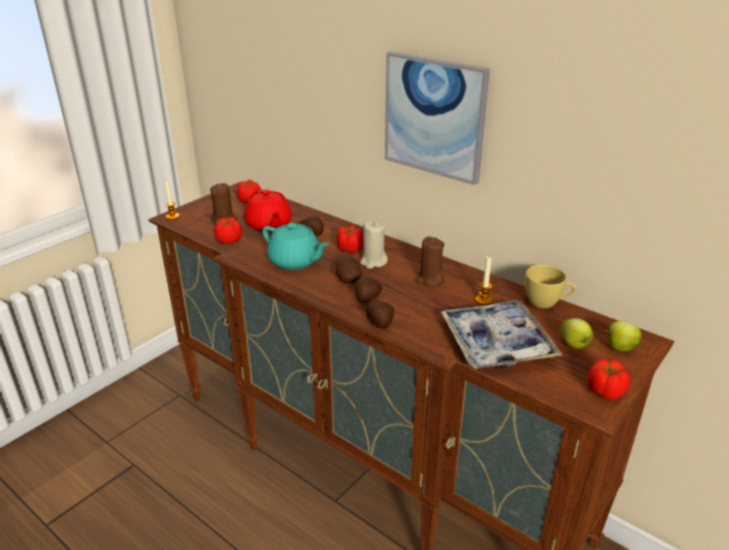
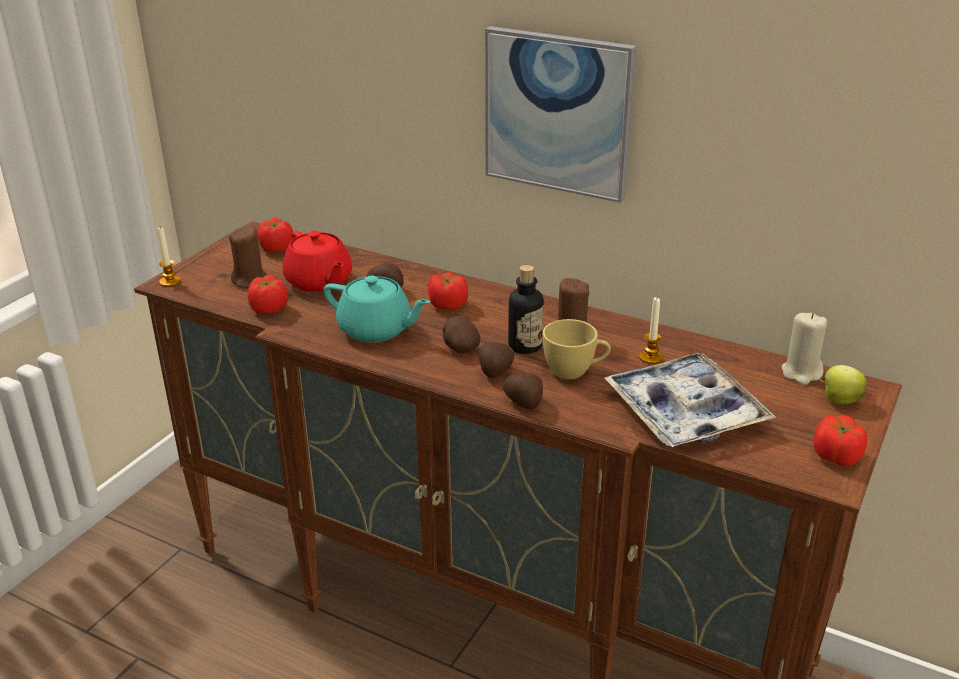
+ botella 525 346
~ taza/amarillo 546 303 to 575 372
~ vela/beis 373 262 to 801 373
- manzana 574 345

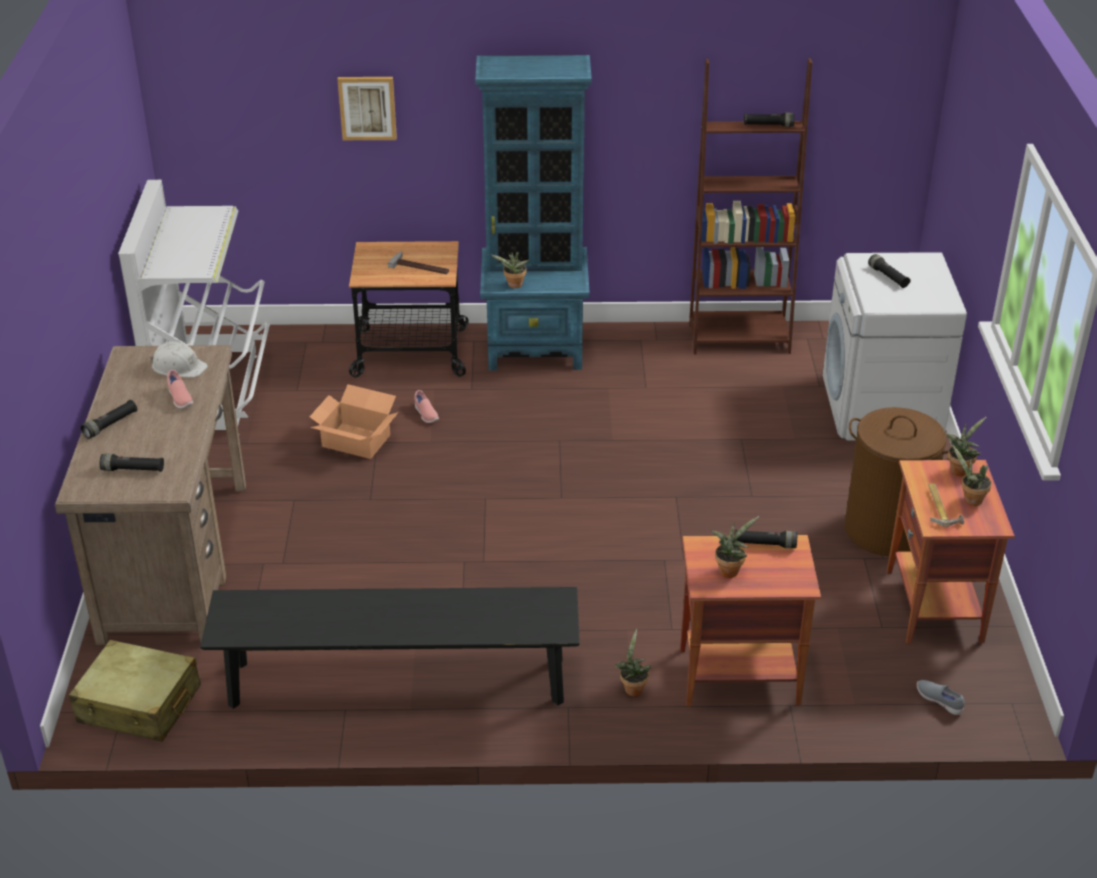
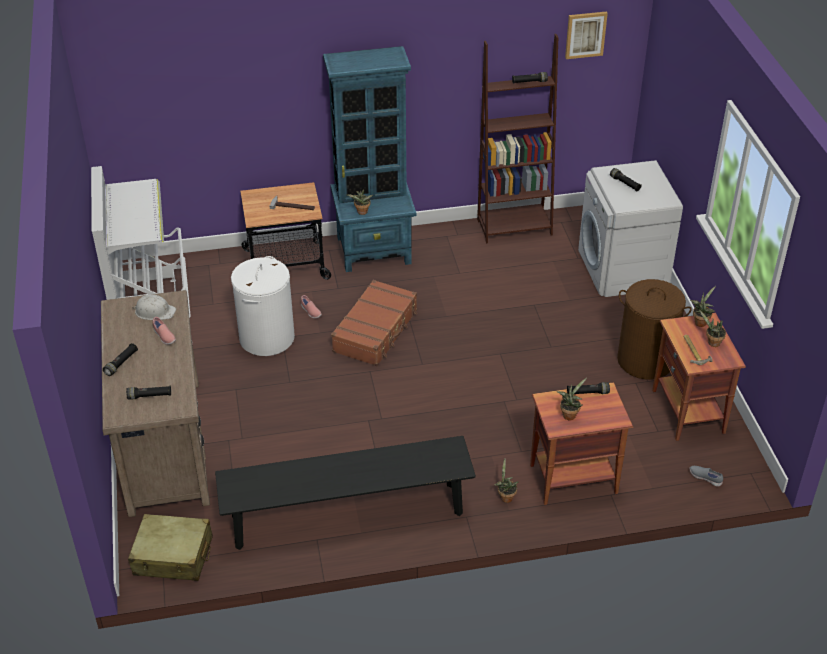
~ caja de cartón 356 440 to cesto de la ropa/blanco 266 338
+ maleta/marrón 376 331
~ cuadro 367 107 to 585 34

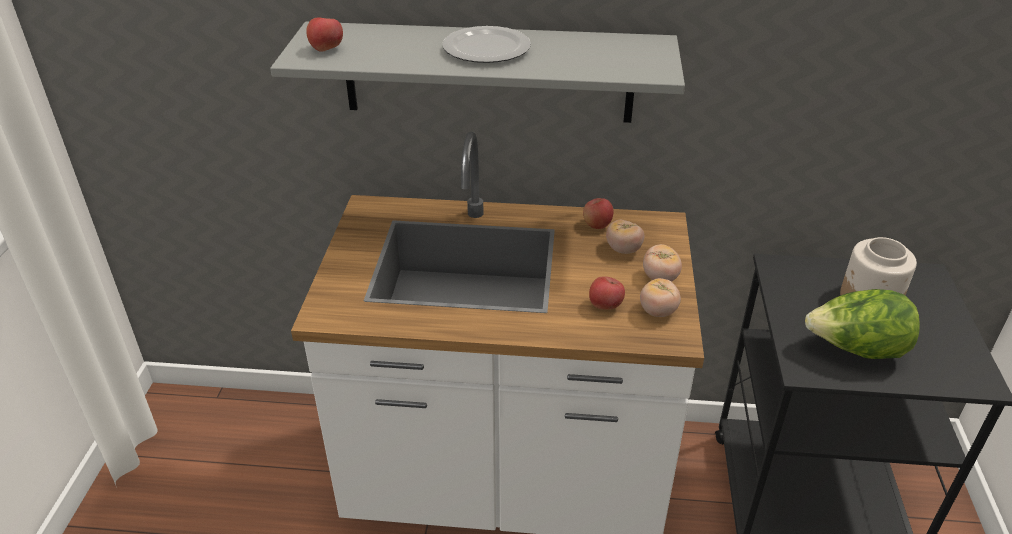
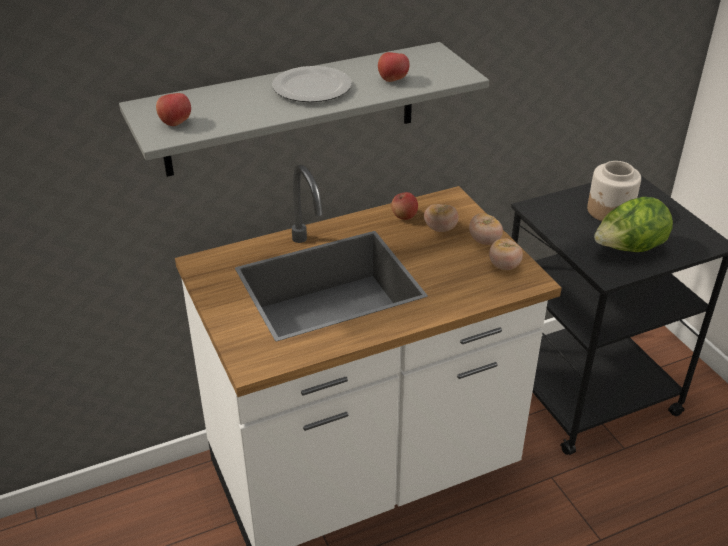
~ manzana 605 305 to 393 80

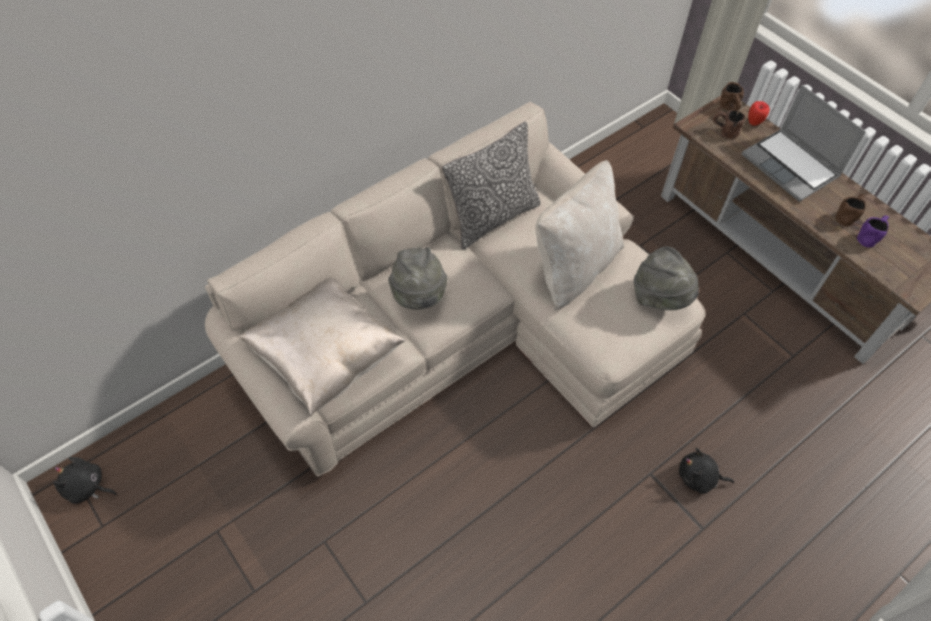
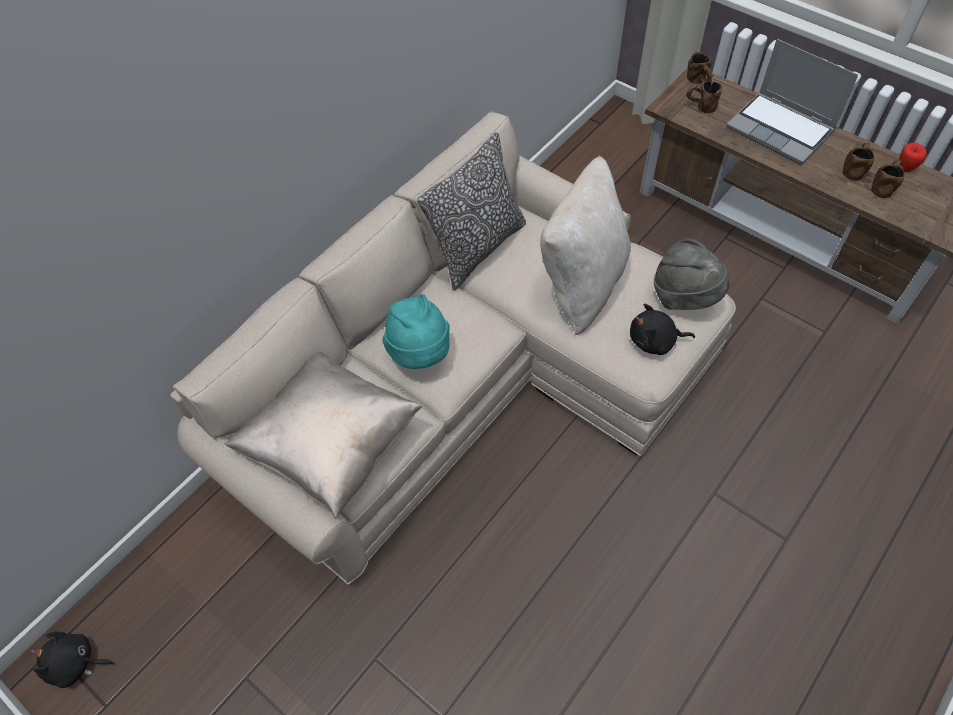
~ sombrero/gris 419 297 to sombrero/turquesa 420 353
~ peluche/negro 699 477 to 655 341
~ taza grande/morado 869 236 to taza grande/marrón 883 186
~ manzana 754 122 to 905 168

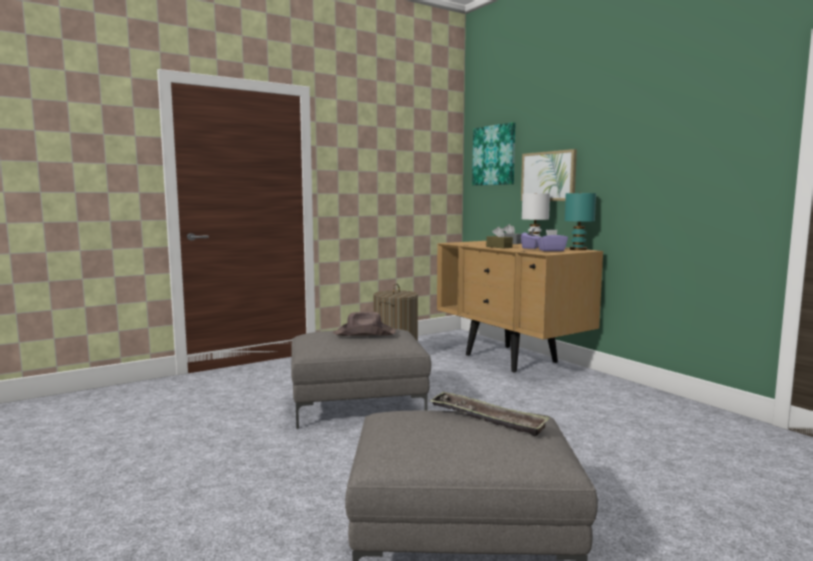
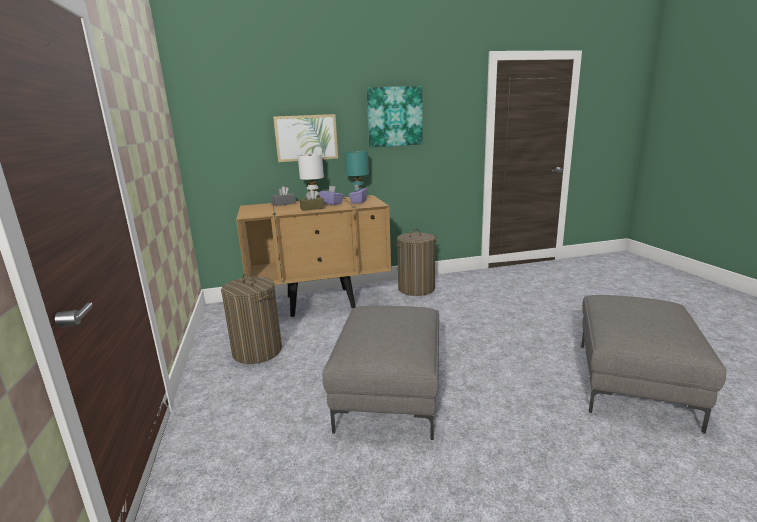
~ cuadro 494 155 to 394 116
+ cesto de la ropa 416 289
- sombrero/marrón 365 334
- bandeja 486 418

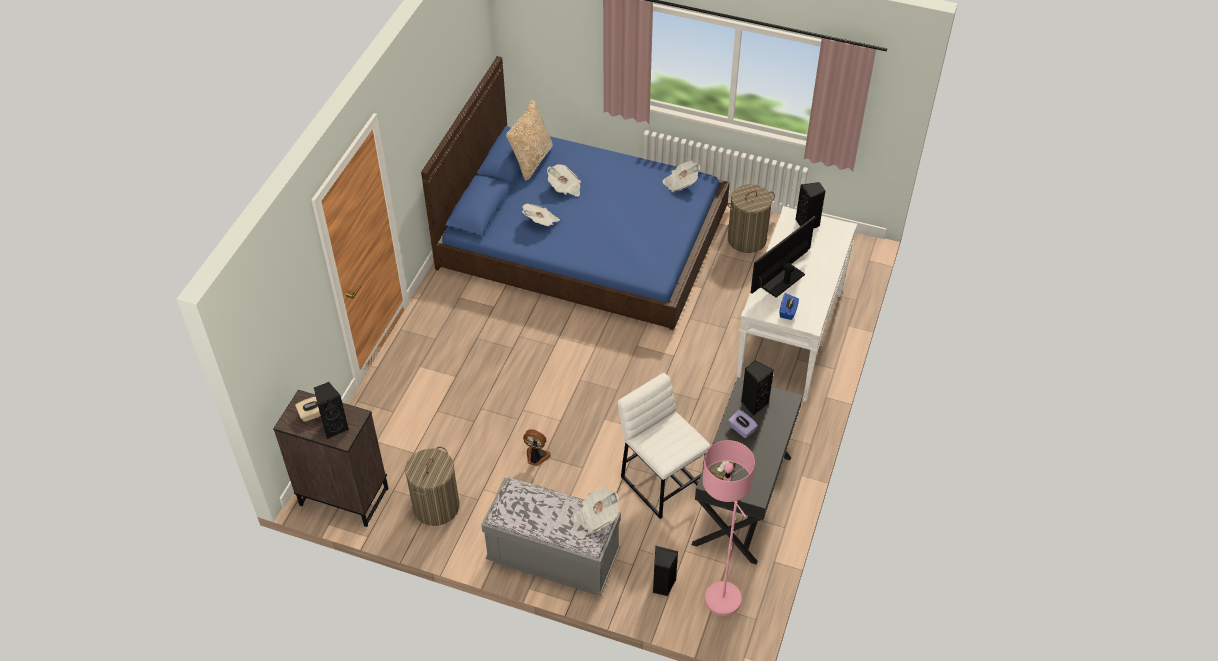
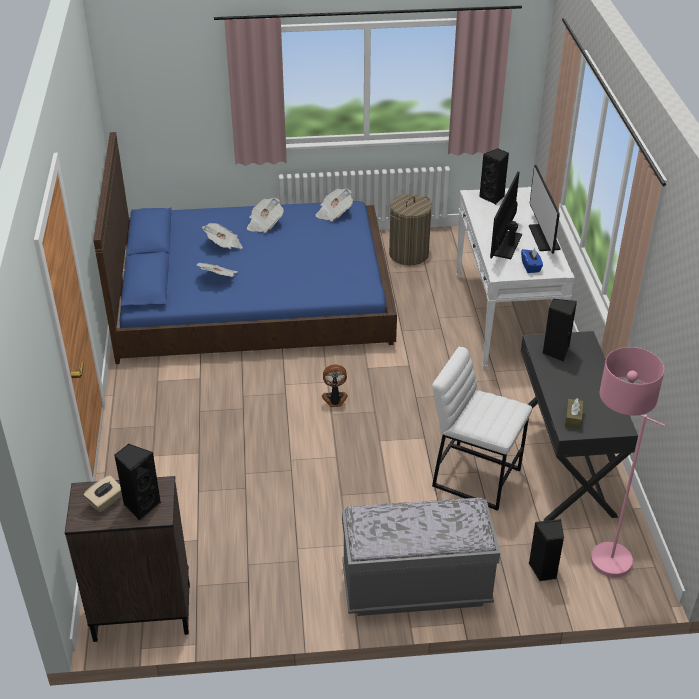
~ periódico 596 516 to 264 224
~ ventilador 536 457 to 335 400
+ monitor 544 237
- cesto de la ropa 436 507
- cojín/beis 532 161
- caja de pañuelos/morado 741 429

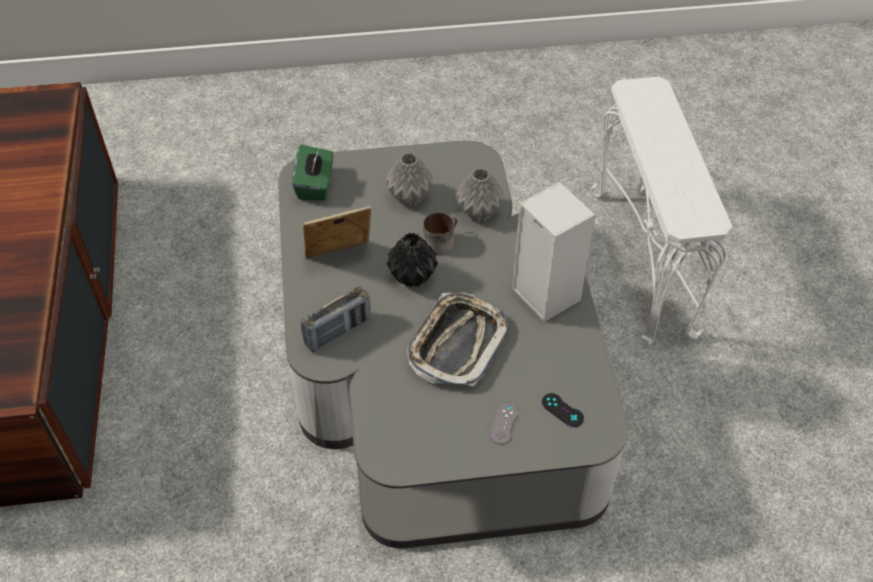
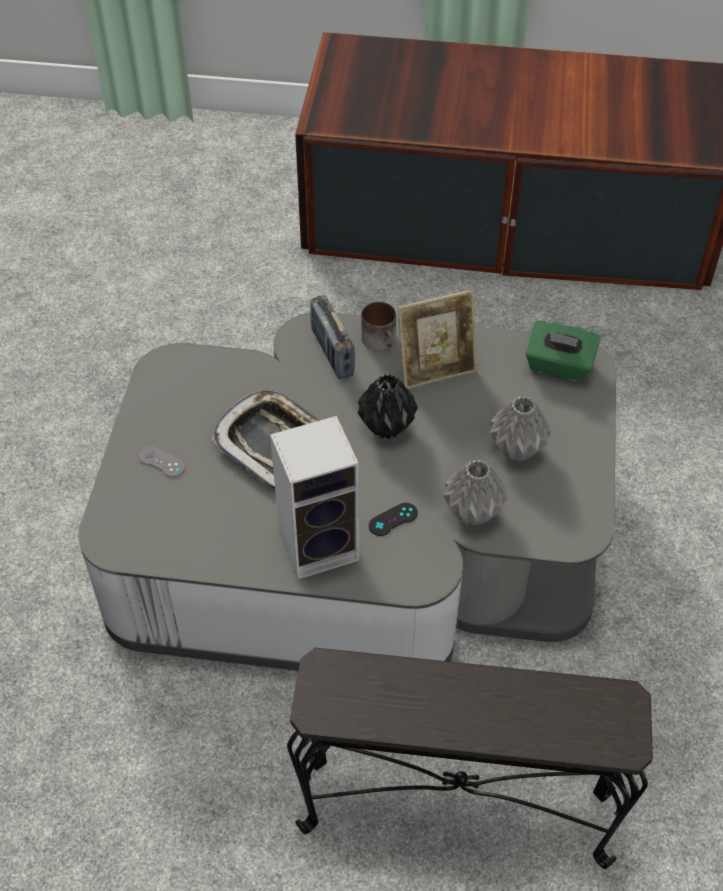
~ mesa auxiliar/blanco 642 263 to mesa auxiliar/negro 455 813
~ taza grande 440 240 to 382 340
~ mando de consola/negro 562 410 to 393 519
~ portarretratos 339 258 = 436 370 75 degrees clockwise

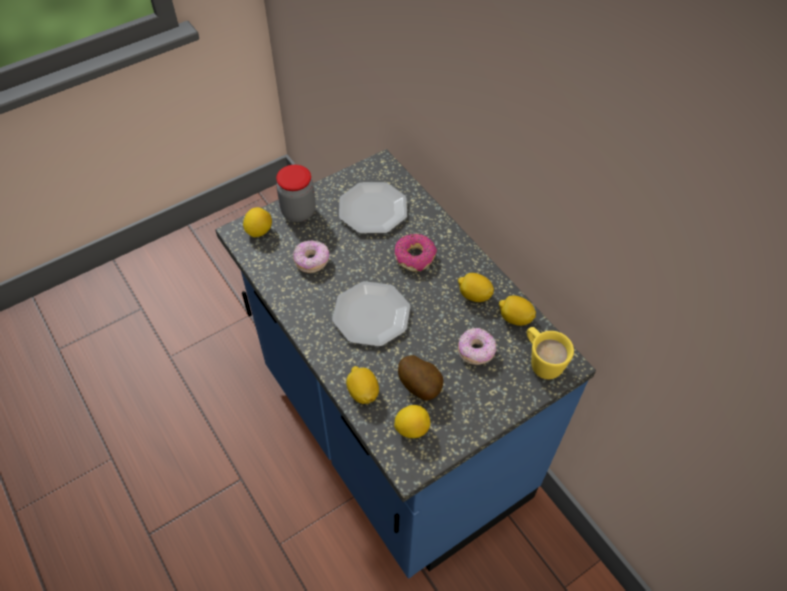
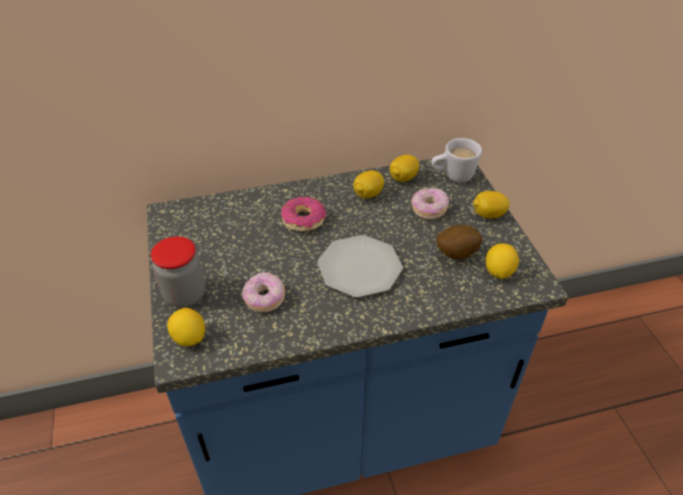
~ taza grande/amarillo 541 361 to taza grande/blanco 452 176
~ limón 363 392 to 488 214
- plato 372 209

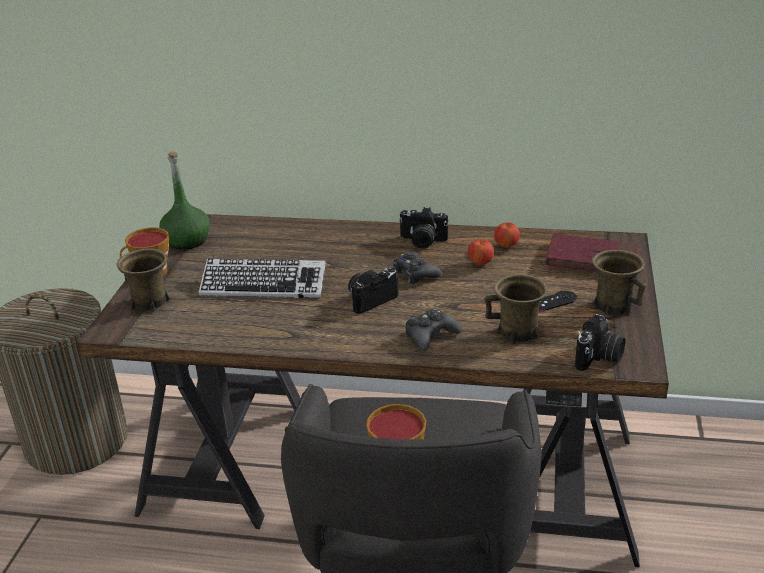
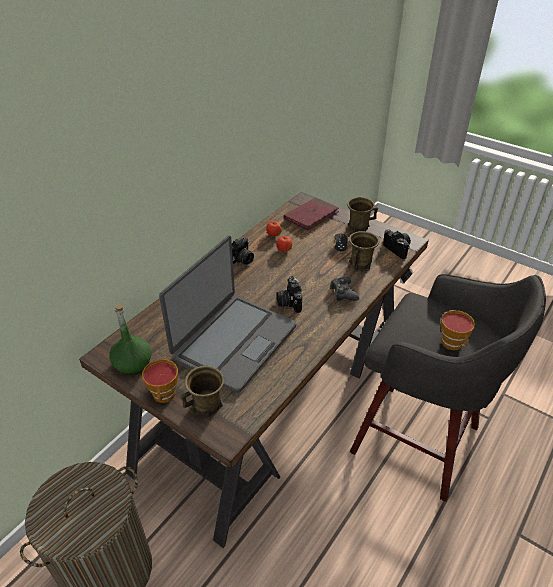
~ teclado 263 285 to portátil 234 342
- mando de consola/negro 415 274

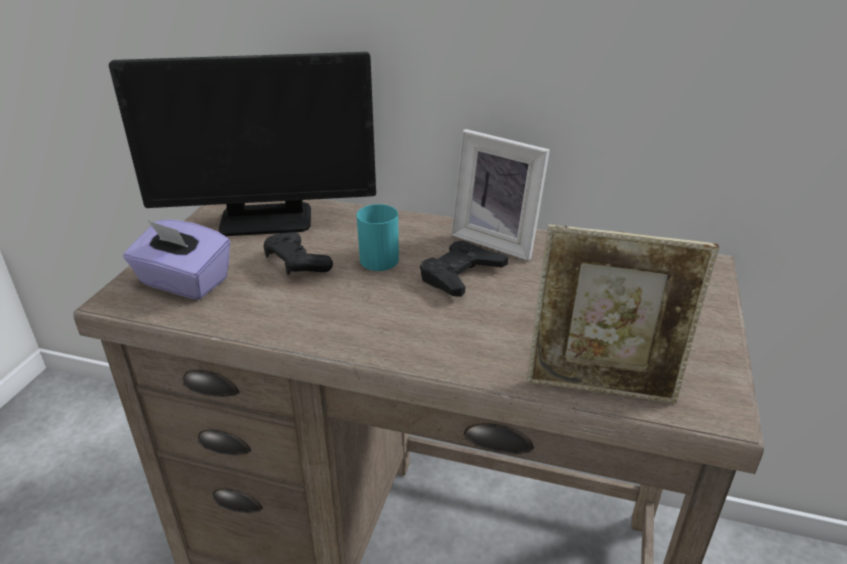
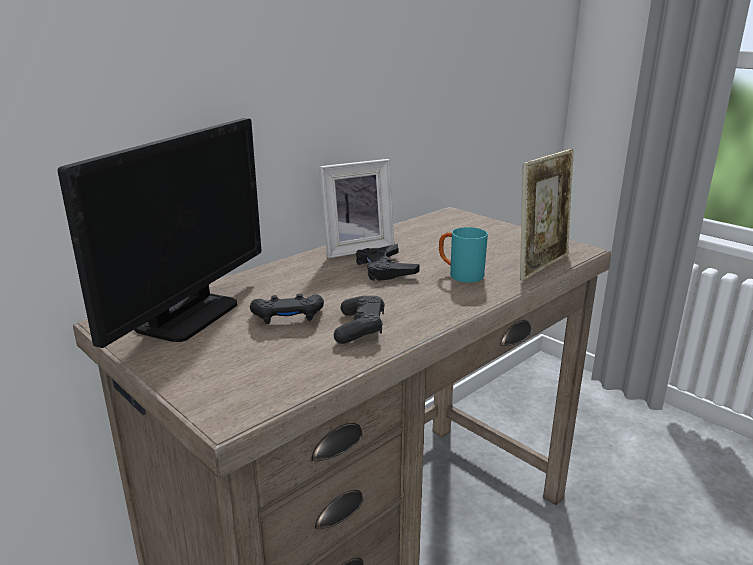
+ mando de consola/negro 360 328
~ taza grande/turquesa 379 257 to 460 275
- caja de pañuelos/morado 184 282

